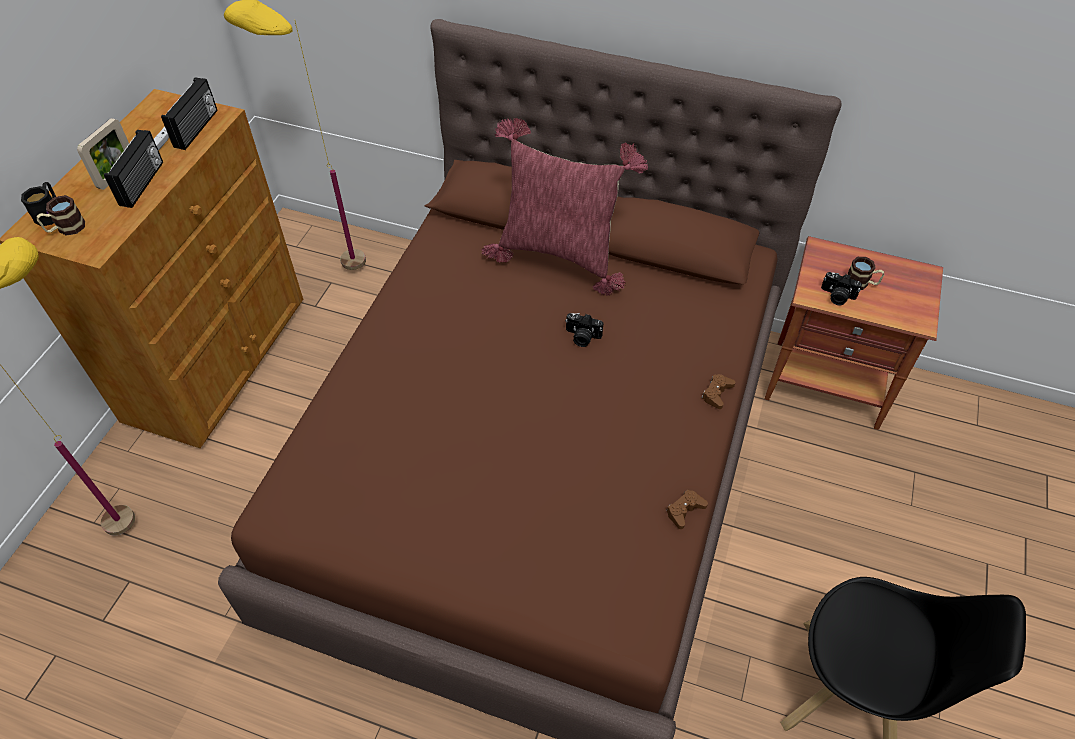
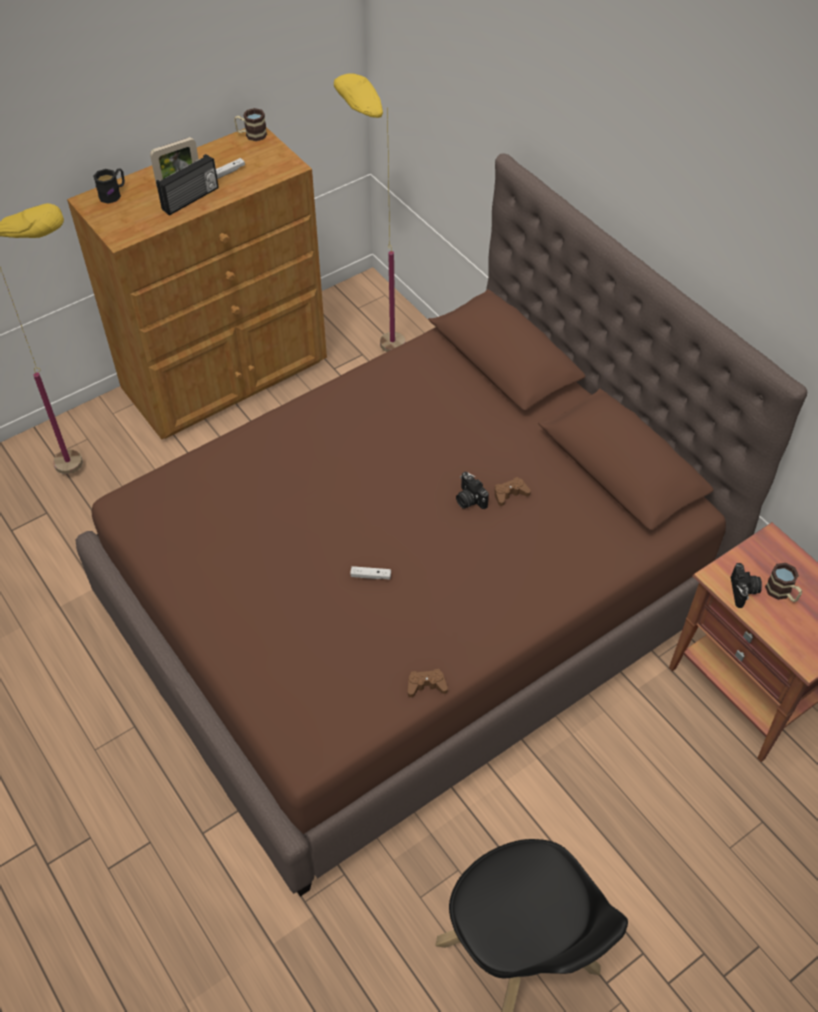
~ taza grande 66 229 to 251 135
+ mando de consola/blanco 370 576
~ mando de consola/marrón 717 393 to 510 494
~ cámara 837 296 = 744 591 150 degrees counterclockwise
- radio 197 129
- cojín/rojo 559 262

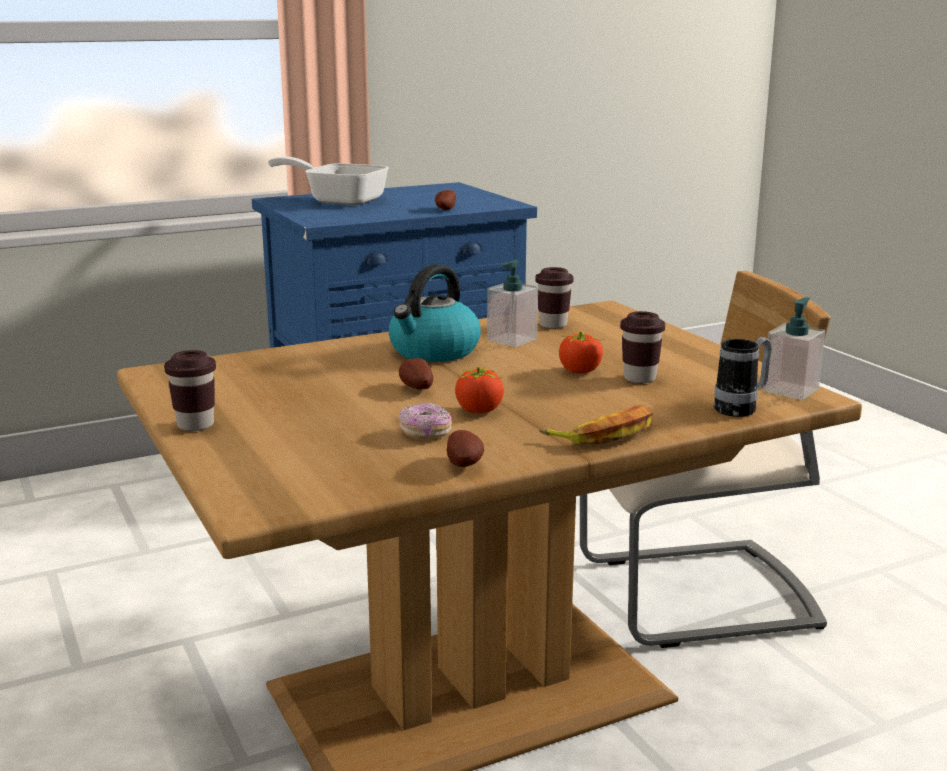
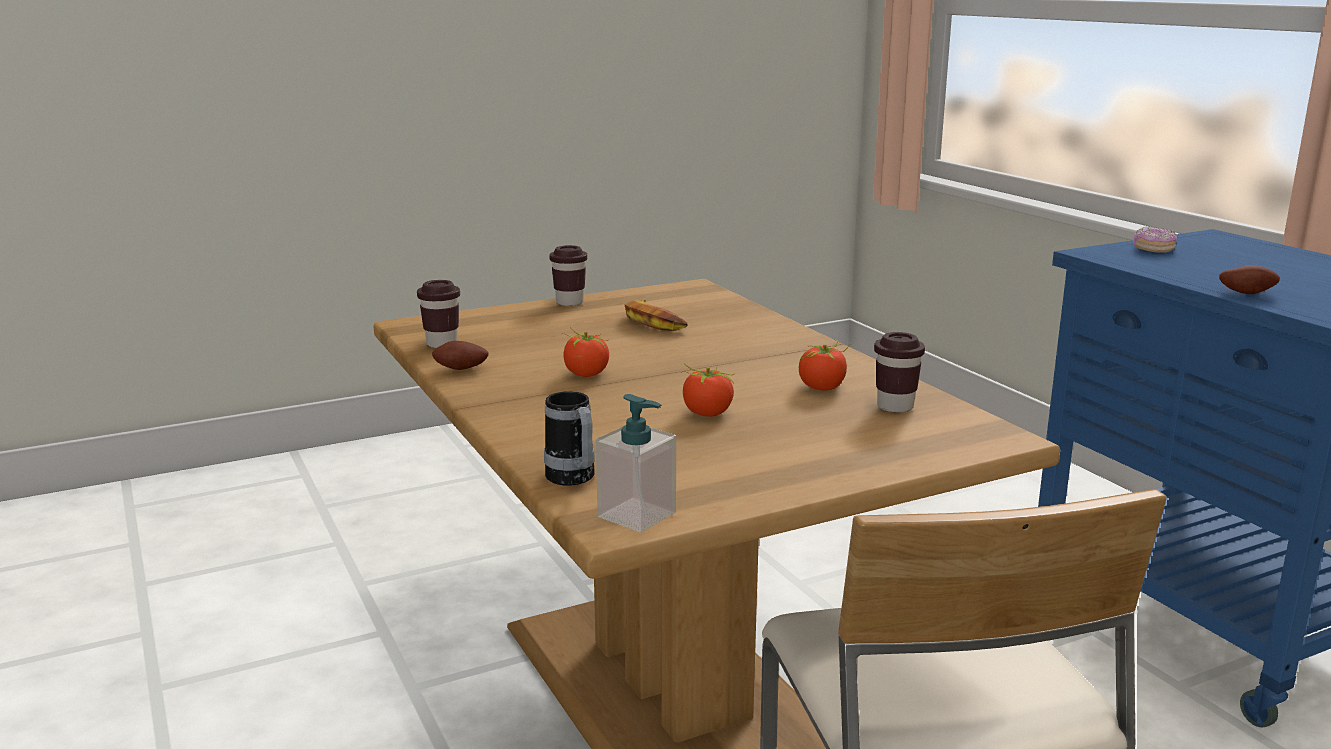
~ taza/marrón 639 378 to 442 344
~ plátano 604 434 to 654 322
~ dispensador de jabón 511 340 to tomate 822 387
~ rosquilla 425 433 to 1153 249
- sartén 339 200
- hervidor 434 351
- patata 415 388

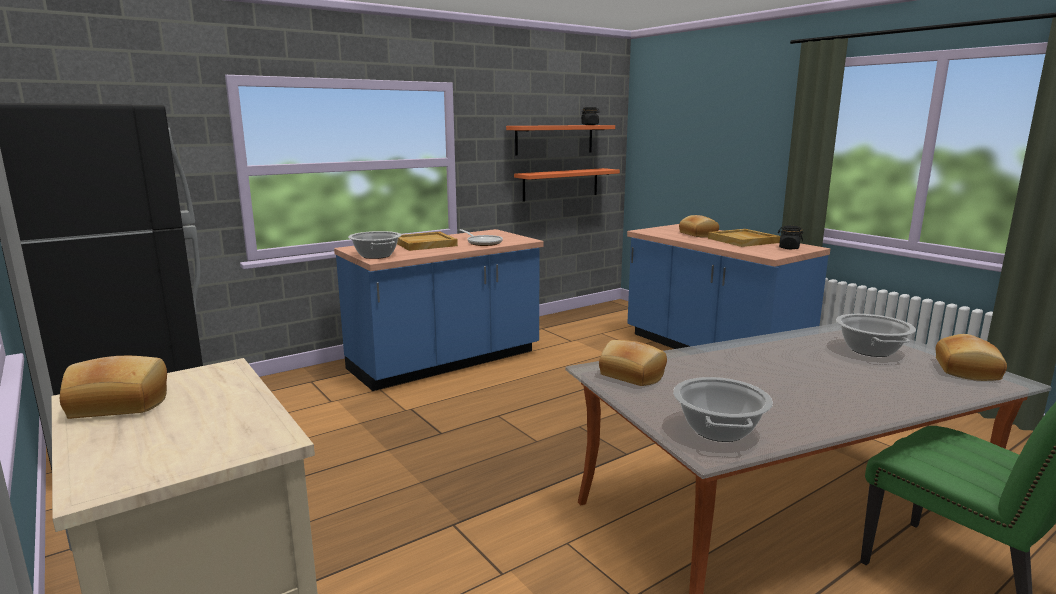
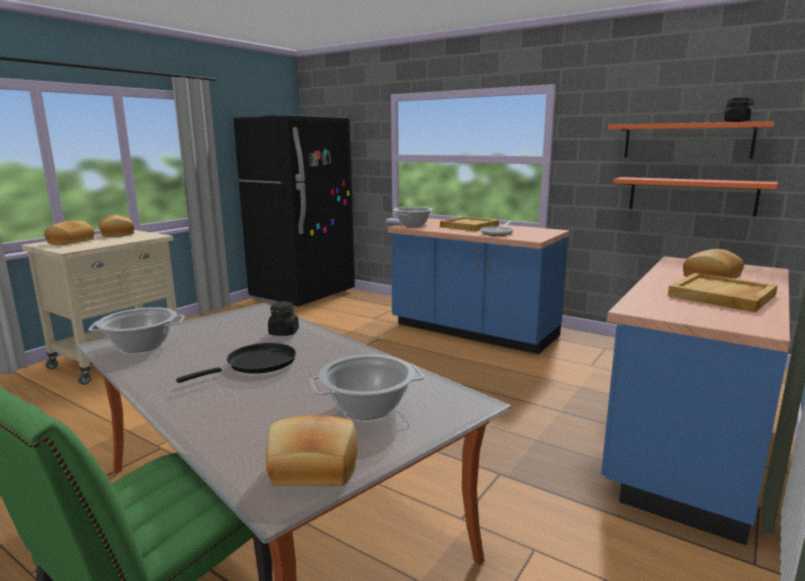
~ pan 631 375 to 70 242
+ sartén/negro 256 364
~ tarro/negro 789 248 to 284 332

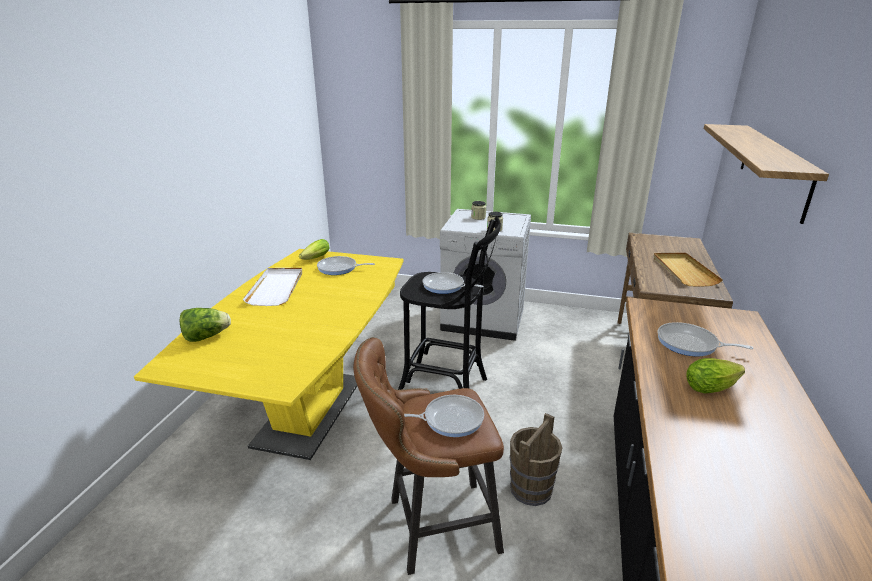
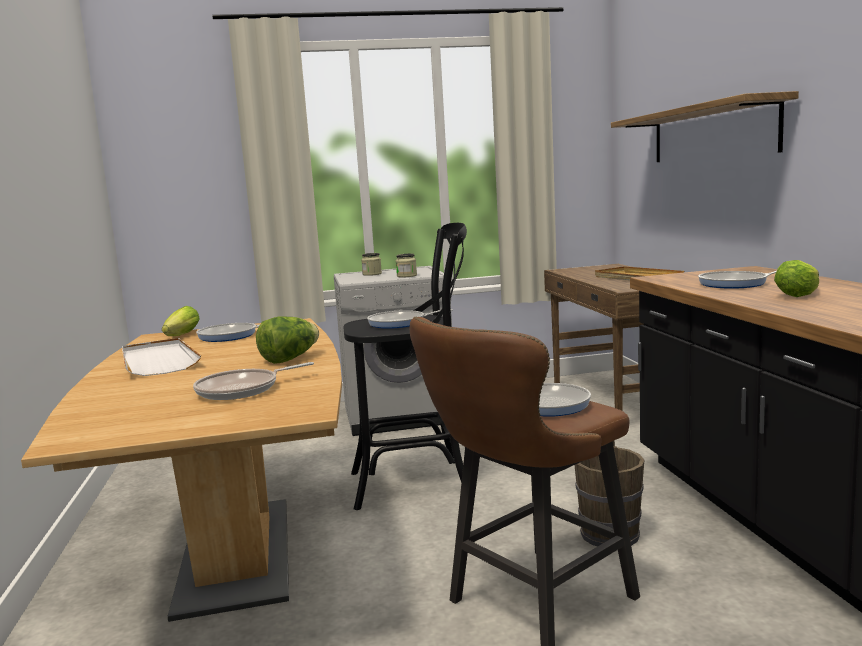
~ mesa de comedor/amarillo 310 411 to mesa de comedor/marrón 236 554
+ sartén 242 390
~ lechuga 206 337 to 290 359

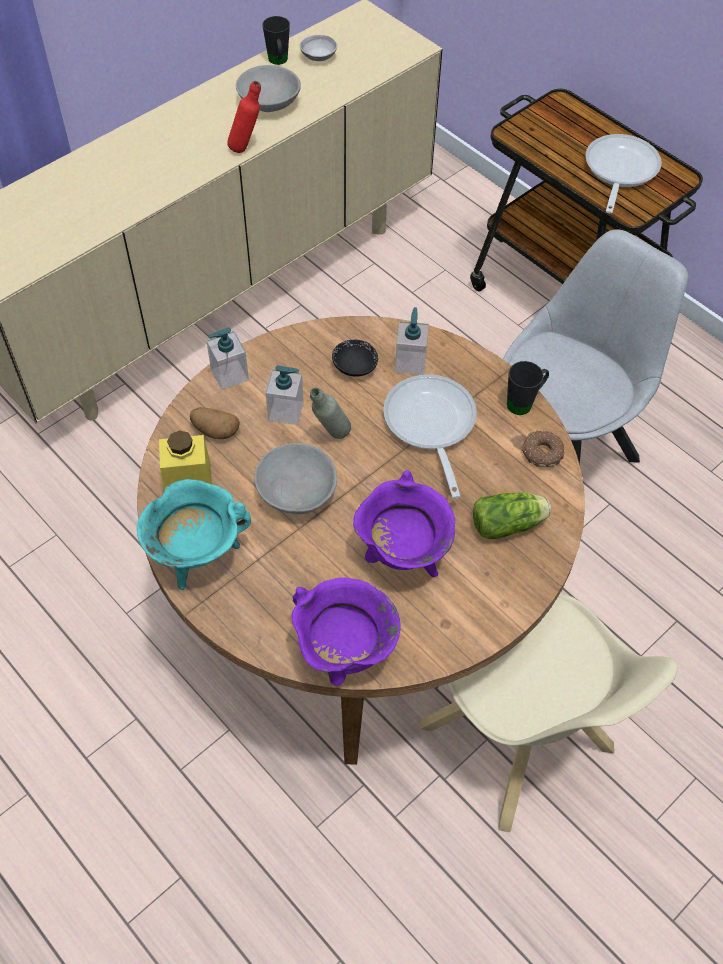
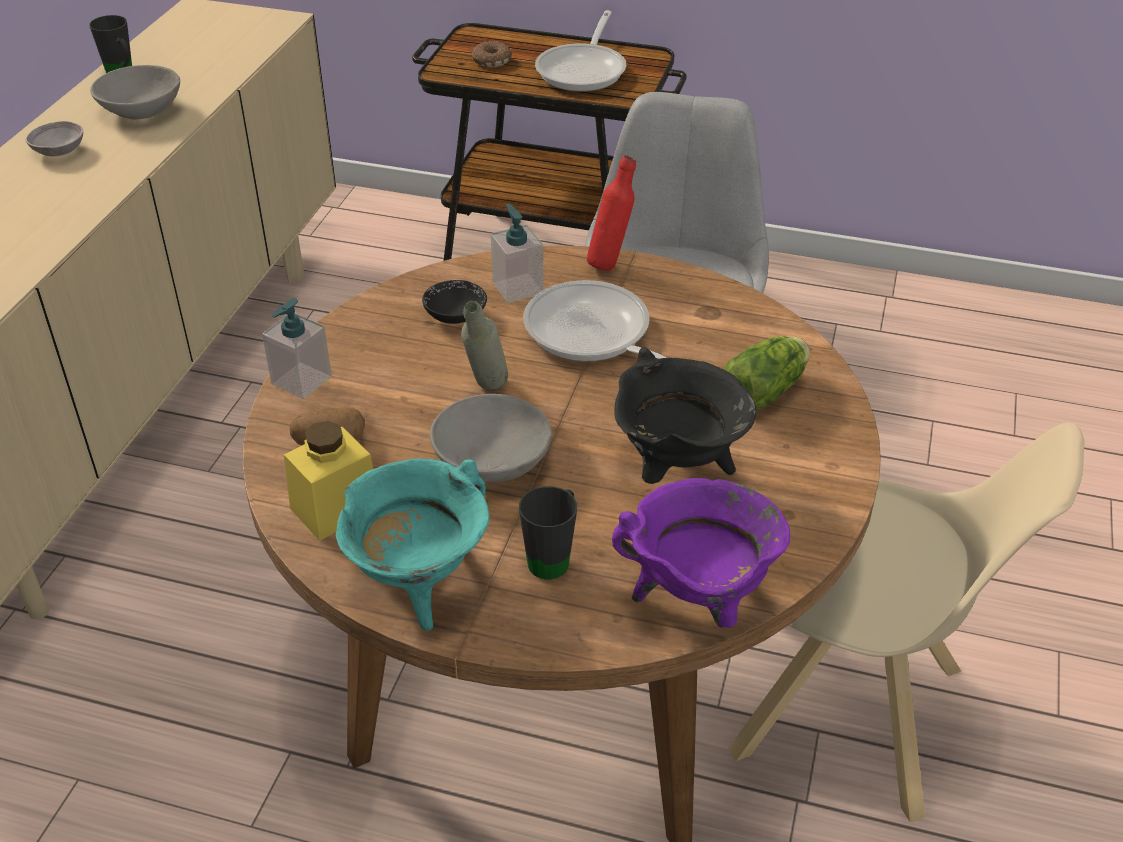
~ cuenco/gris 318 57 to 59 151
~ rosquilla 541 453 to 490 61
~ taza grande/negro 524 402 to 553 556
~ sartén 619 171 = 584 70 150 degrees counterclockwise
~ botella/rojo 246 148 to 610 262
~ olla/morado 403 555 to olla/negro 677 470
- dispensador de jabón 286 411

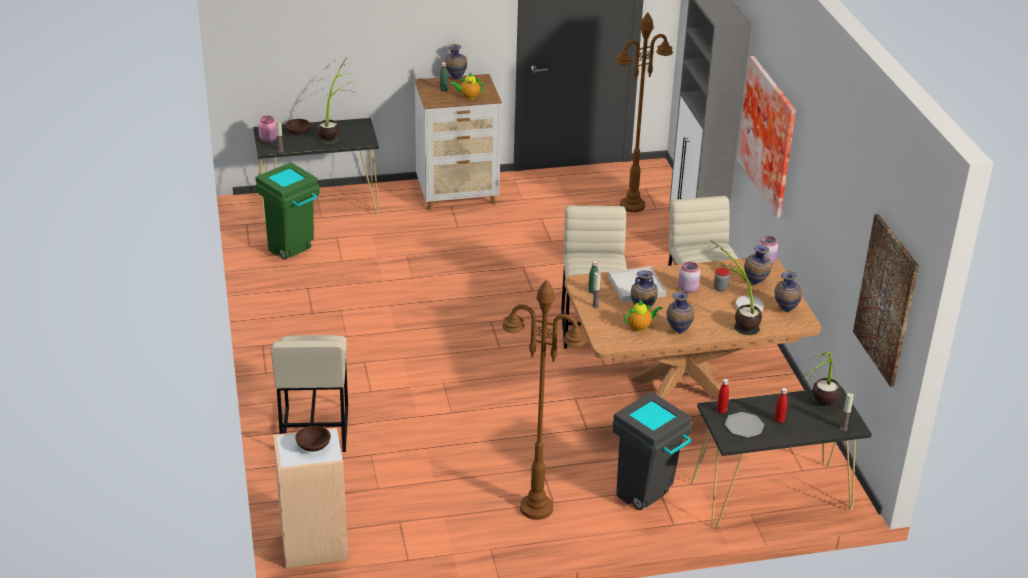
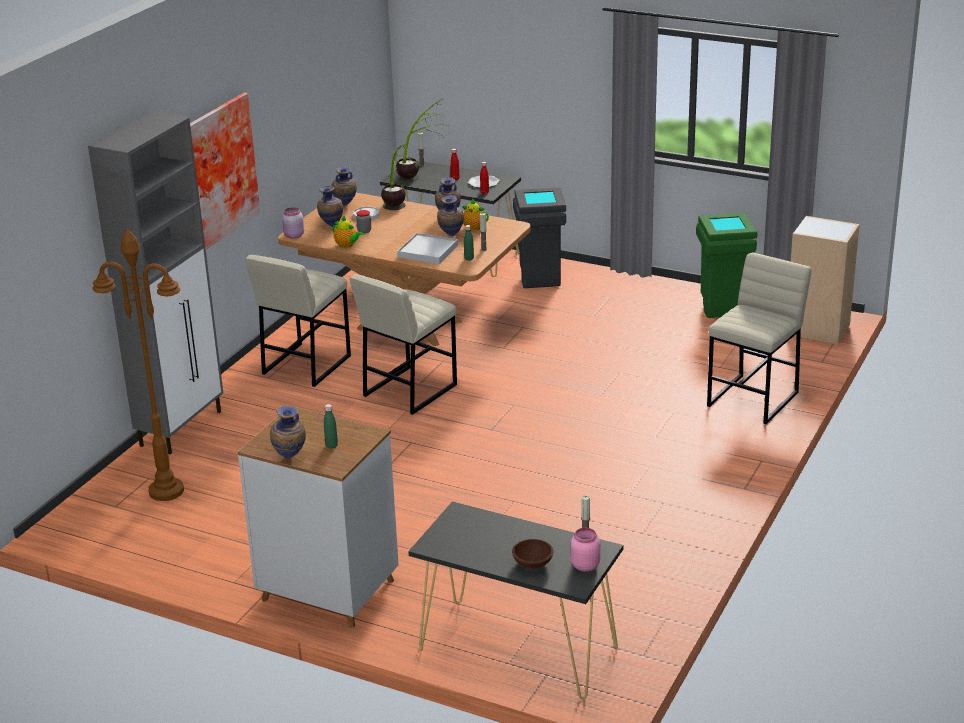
~ tetera 468 97 to 347 245
~ papelera/verde 293 252 to 721 308
- cuenco/marrón 313 446
- planta en maceta 336 133
- lámpara de pie/marrón 536 508
- tarro/rosa 687 289
- cuadro 886 300

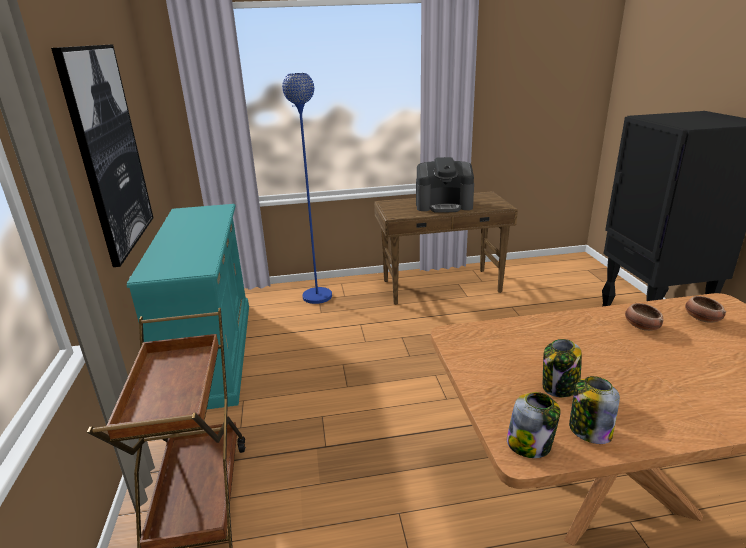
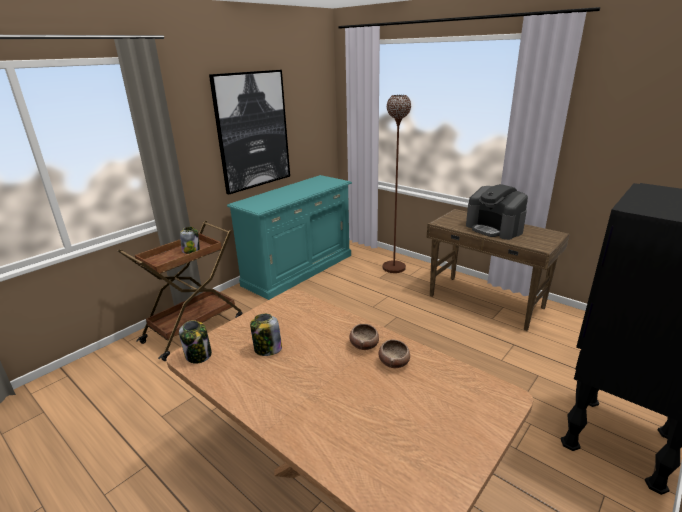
~ tarro 589 430 to 191 250
~ cuenco 701 319 to 364 345
~ lámpara de pie/azul 317 296 to lámpara de pie/marrón 393 267

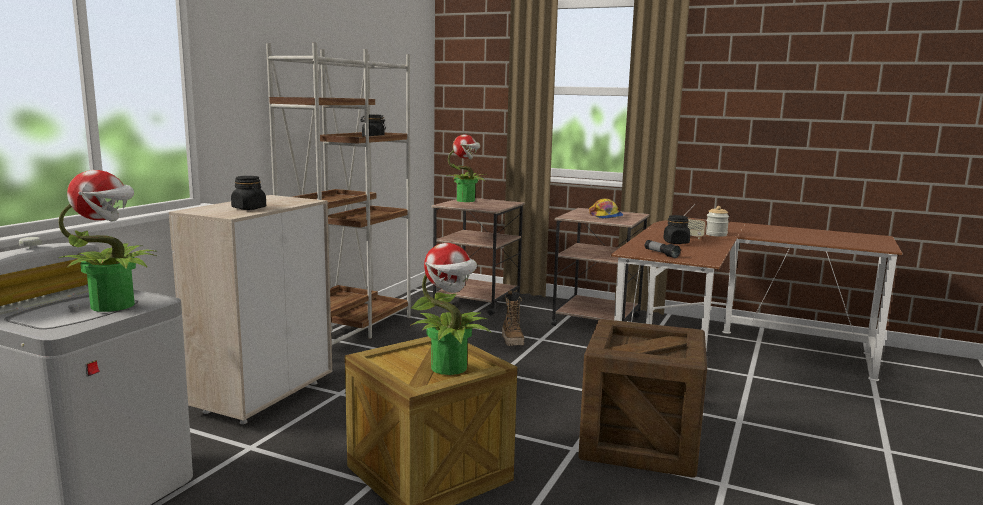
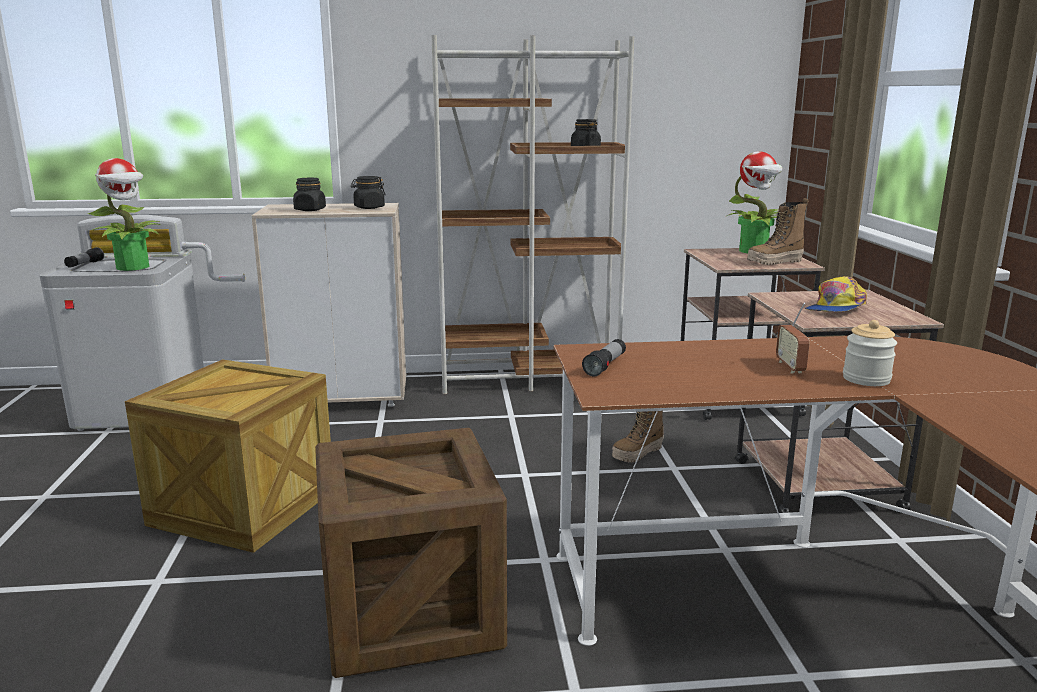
+ linterna 85 264
~ tarro/negro 676 242 to 369 207
+ bota 774 262
- planta en maceta 450 368

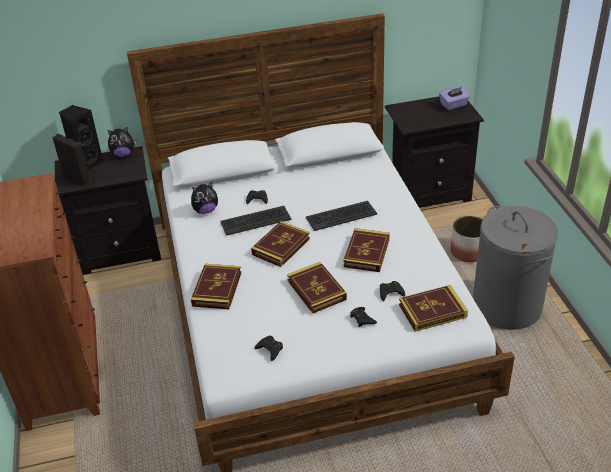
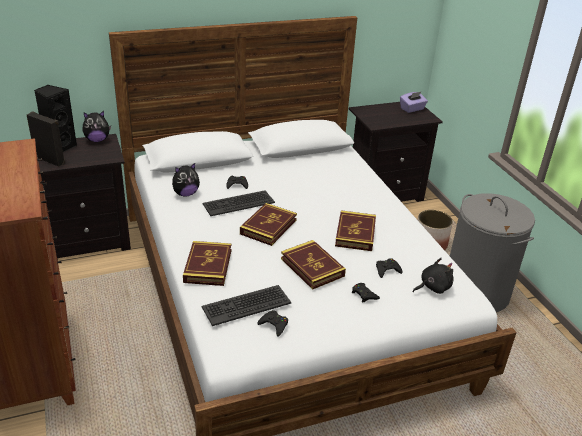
~ teclado 341 216 to 246 305
~ libro 432 311 to peluche/negro 433 287

